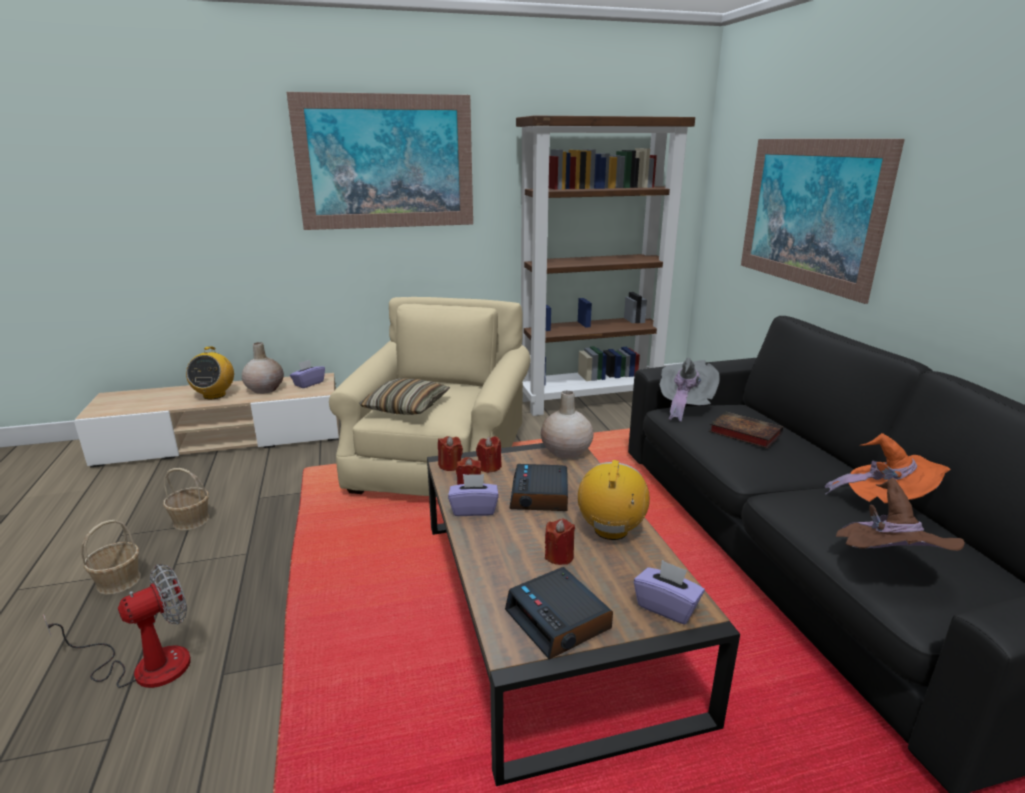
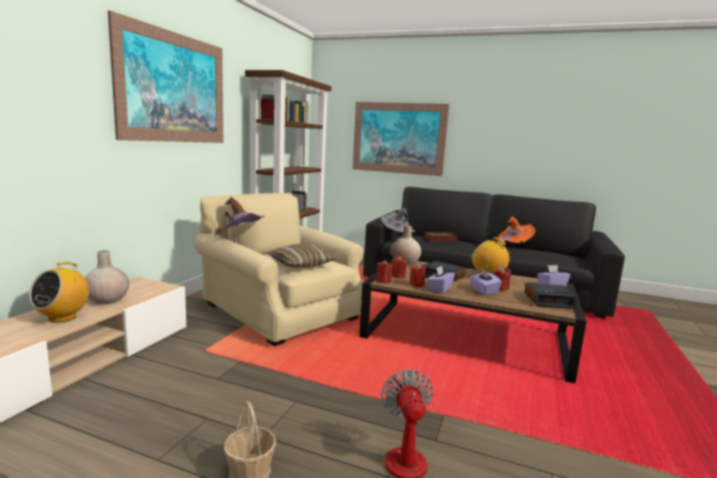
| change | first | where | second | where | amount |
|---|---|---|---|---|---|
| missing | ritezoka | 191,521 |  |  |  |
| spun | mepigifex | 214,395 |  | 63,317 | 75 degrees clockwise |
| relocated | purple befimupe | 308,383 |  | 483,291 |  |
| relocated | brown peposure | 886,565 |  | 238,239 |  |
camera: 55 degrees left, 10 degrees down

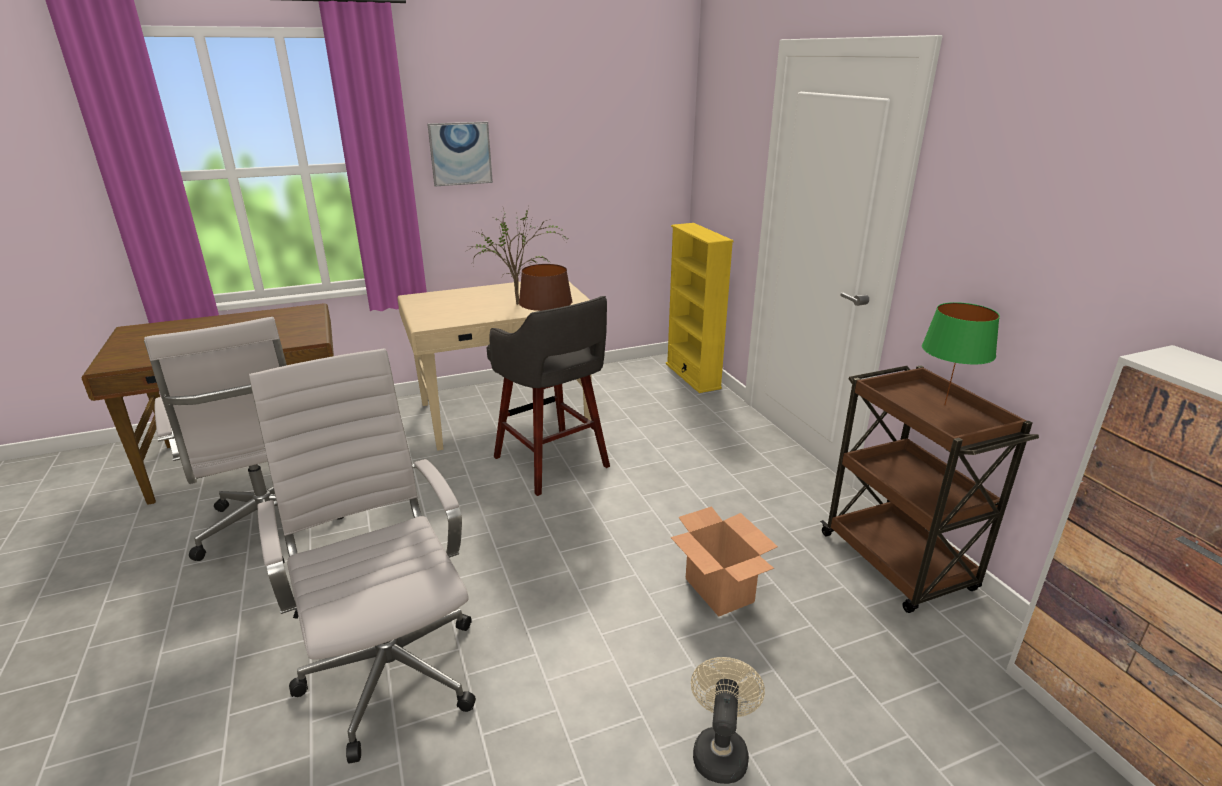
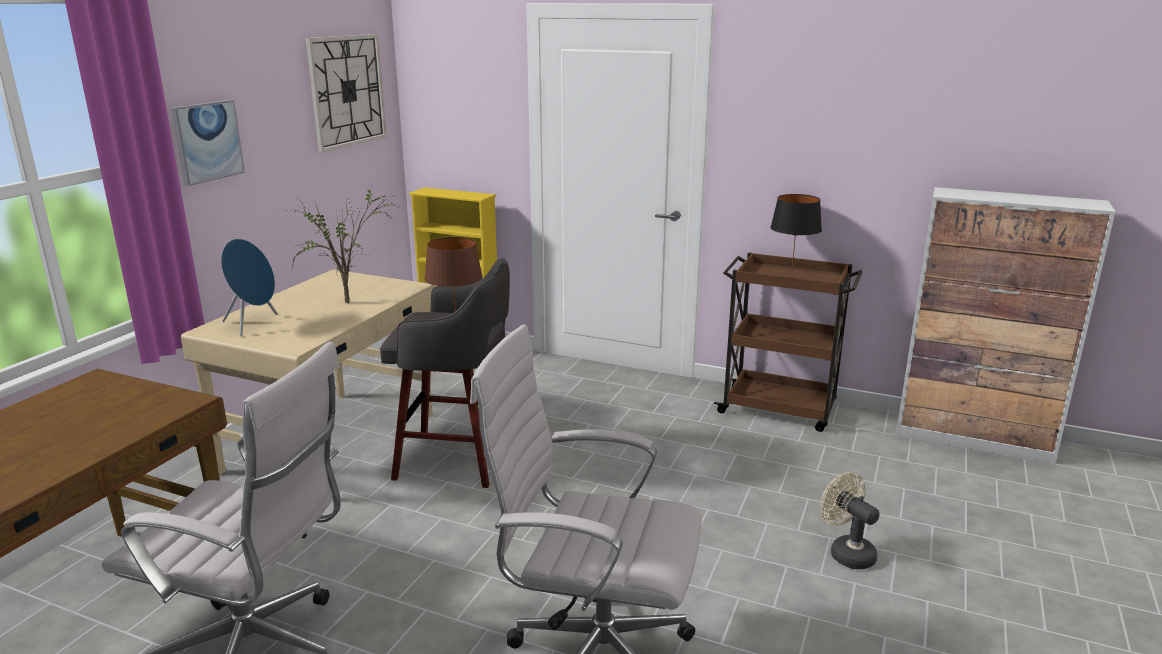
| change | first | where | second | where | amount |
|---|---|---|---|---|---|
| missing | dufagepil | 720,590 |  |  |  |
| colour | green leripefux | 945,405 | black leripefux | 792,272 |  |
| appeared |  |  | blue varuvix | 253,324 |  |
| appeared |  |  | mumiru | 347,91 |  |
camera: 45 degrees left, 5 degrees down

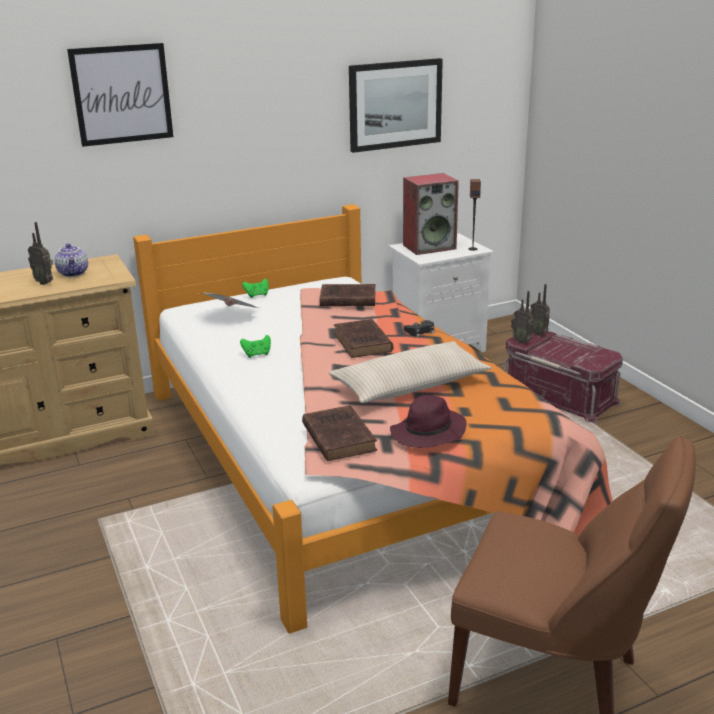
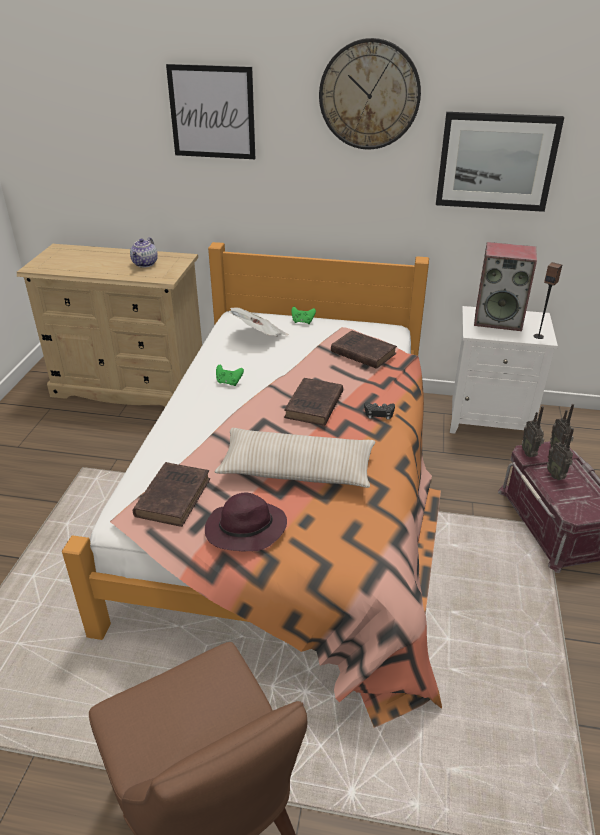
| change | first | where | second | where | amount |
|---|---|---|---|---|---|
| relocated | mepigifex | 45,282 |  | 556,475 |  |
| appeared |  |  | mumiru | 369,95 |  |
camera: 35 degrees right, 10 degrees up

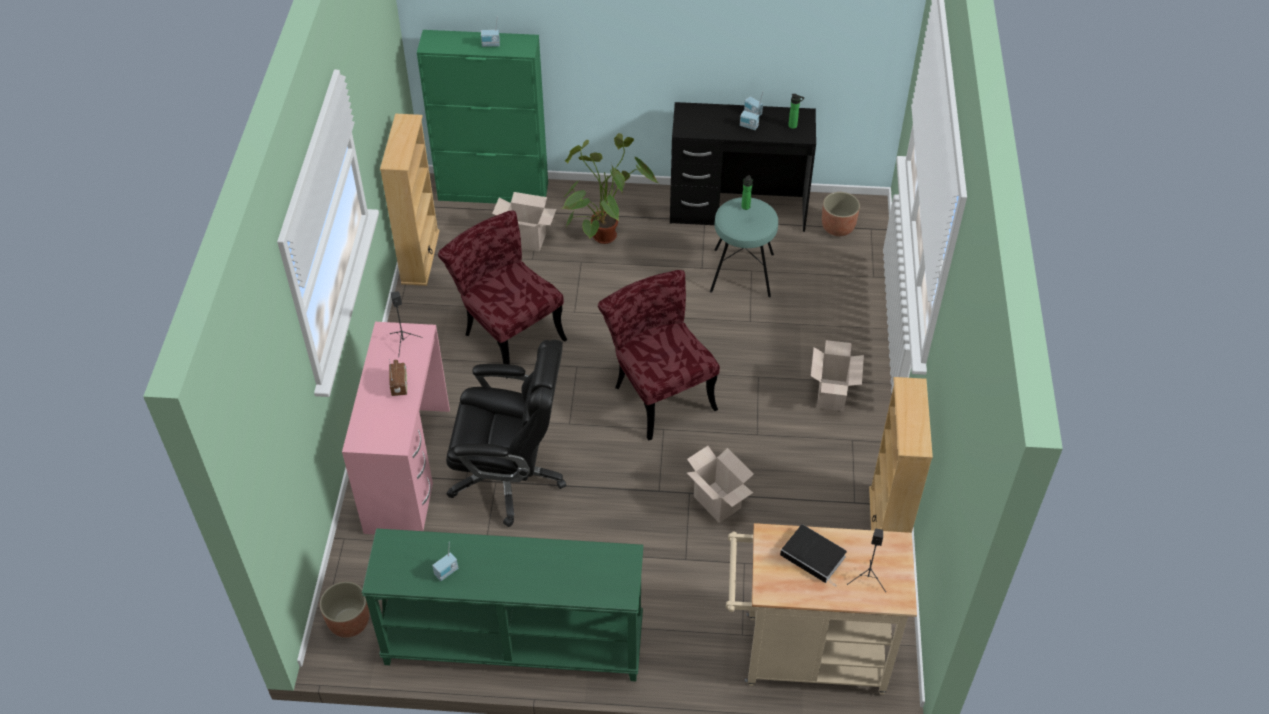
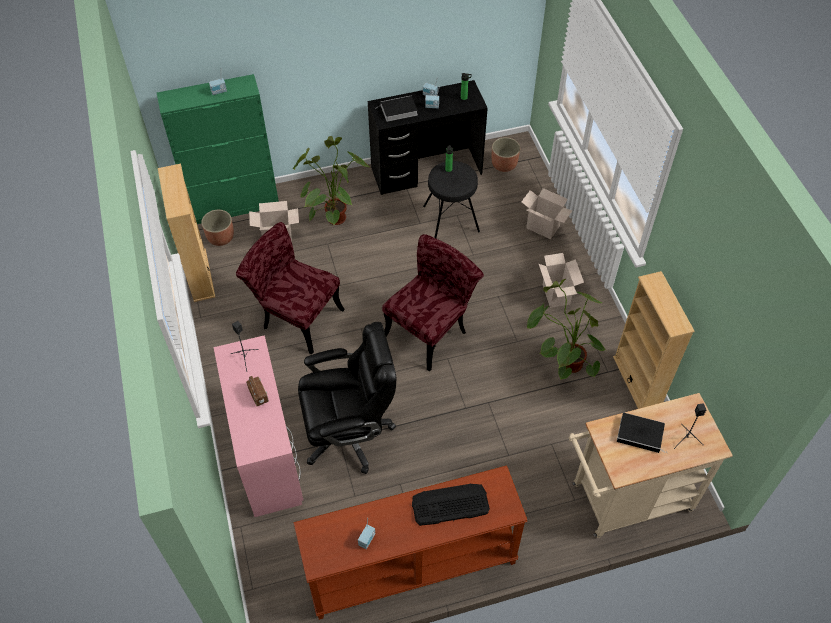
| change | first | where | second | where | amount |
|---|---|---|---|---|---|
| relocated | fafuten | 349,621 |  | 220,237 |  |
| colour | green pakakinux | 513,644 | brown pakakinux | 411,567 |  |
| spun | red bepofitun | 658,391 |  | 431,329 | 90 degrees clockwise |
| relocated | dufagepil | 719,502 |  | 544,227 |  |
| colour | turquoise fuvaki | 742,272 | black fuvaki | 451,218 |  |
| appeared |  |  | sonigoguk | 398,111 |  |
| appeared |  |  | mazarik | 450,505 |  |
| appeared |  |  | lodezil | 563,358 |  |
camera: 20 degrees left, 5 degrees up

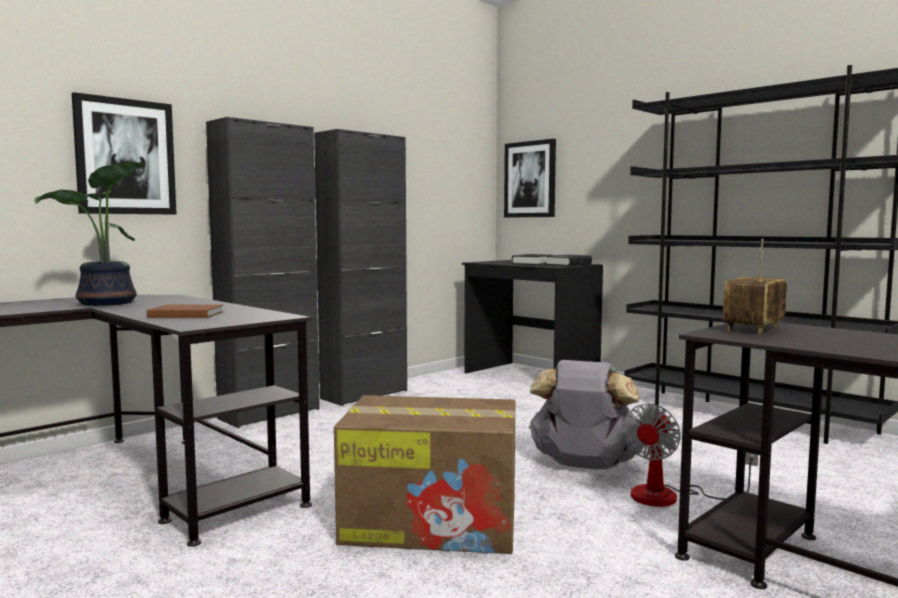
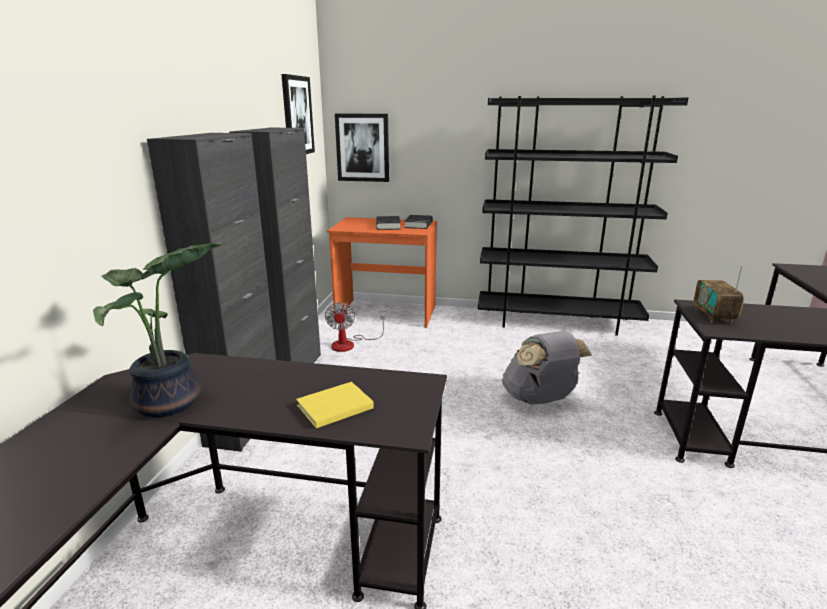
| change | first | where | second | where | amount |
|---|---|---|---|---|---|
| relocated | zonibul | 125,157 |  | 297,116 |  |
| colour | brown sonigoguk | 185,314 | yellow sonigoguk | 332,407 |  |
| missing | dufagepil | 433,523 |  |  |  |
| colour | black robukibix | 529,376 | orange robukibix | 386,313 |  |
| relocated | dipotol | 670,496 |  | 350,344 |  |
camera: 35 degrees left, 15 degrees up

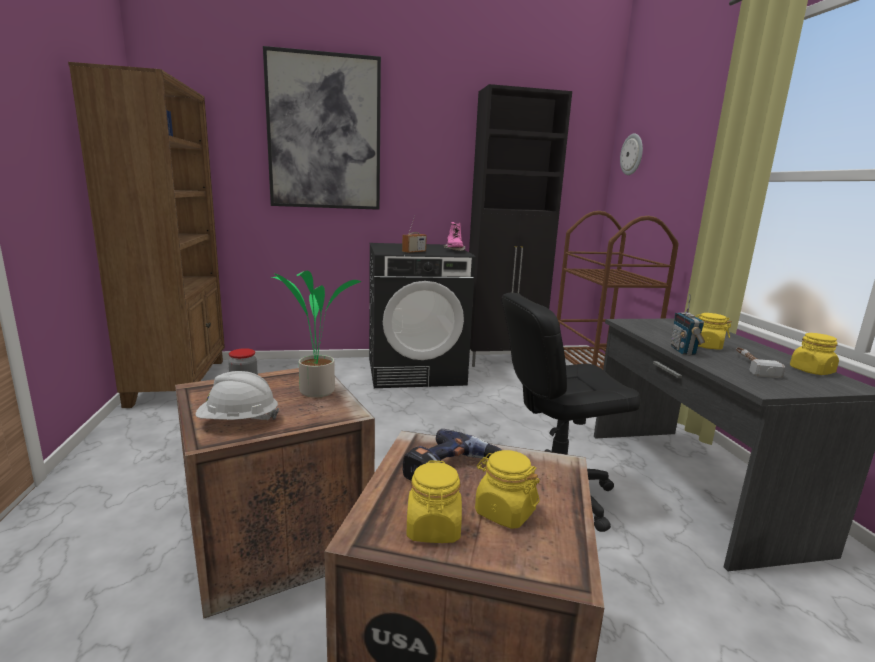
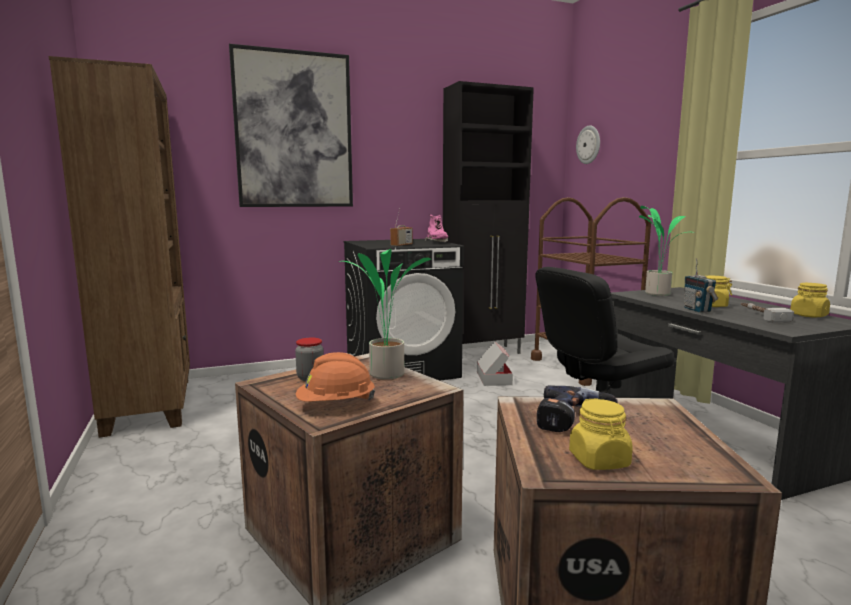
| change | first | where | second | where | amount |
|---|---|---|---|---|---|
| colour | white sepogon | 238,421 | orange sepogon | 336,405 |  |
| missing | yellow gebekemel | 504,512 |  |  |  |
| appeared |  |  | dufagepil | 493,378 |  |
| appeared |  |  | lodezil | 657,293 |  |
camera: 10 degrees left, 5 degrees down

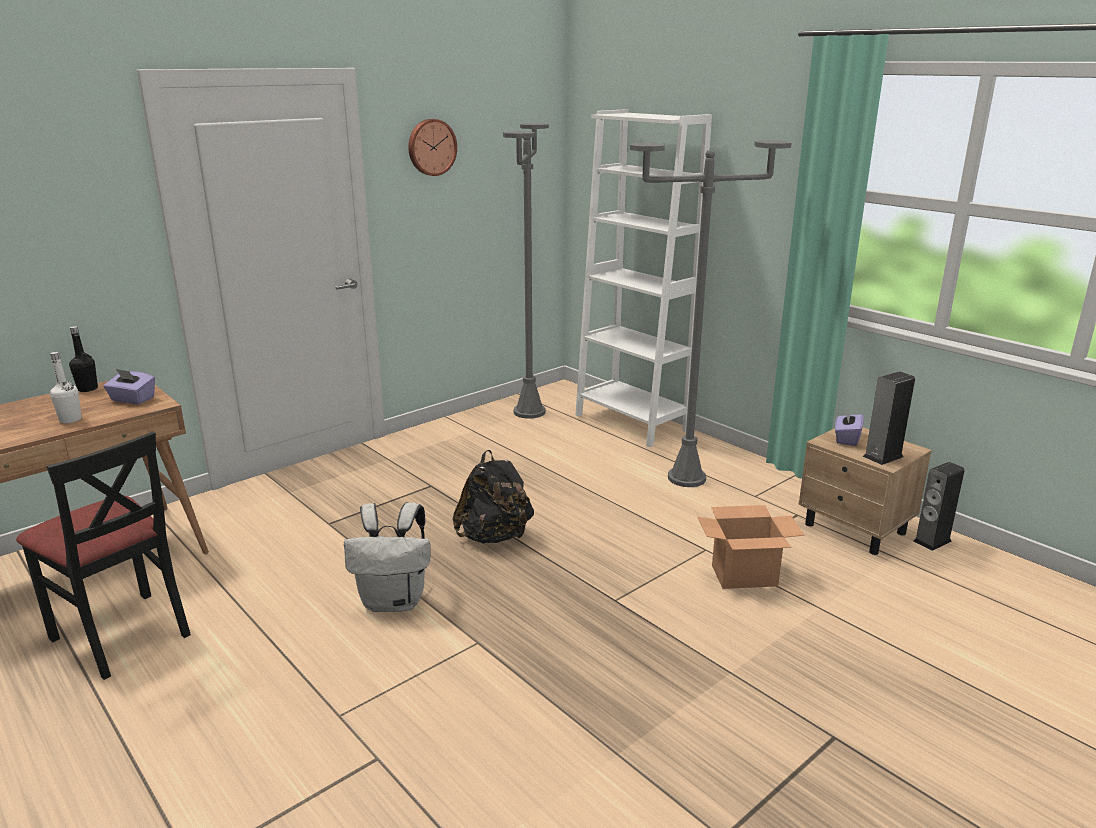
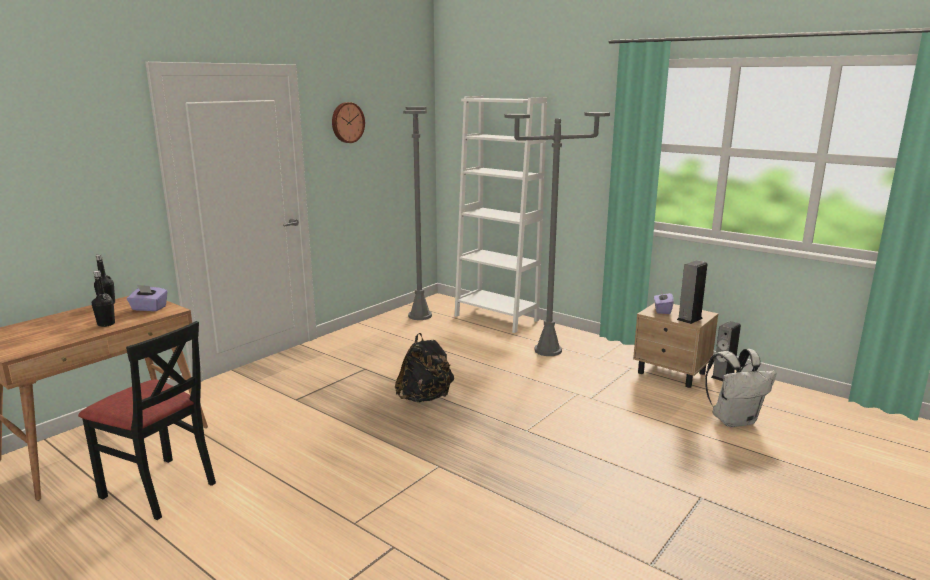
| change | first | where | second | where | amount |
|---|---|---|---|---|---|
| colour | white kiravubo | 70,420 | black kiravubo | 106,324 |  |
| relocated | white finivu | 395,601 |  | 734,420 |  |
| missing | dufagepil | 745,575 |  |  |  |
camera: 10 degrees left, 5 degrees down

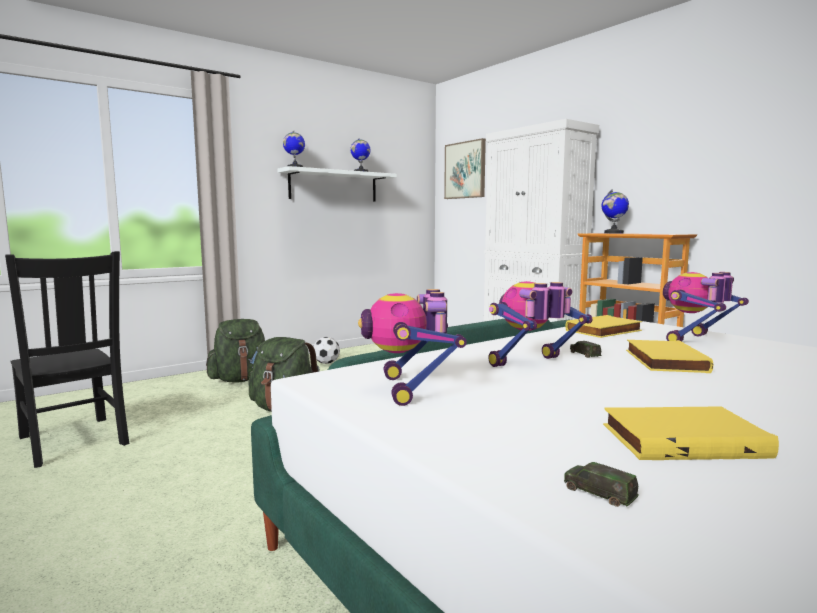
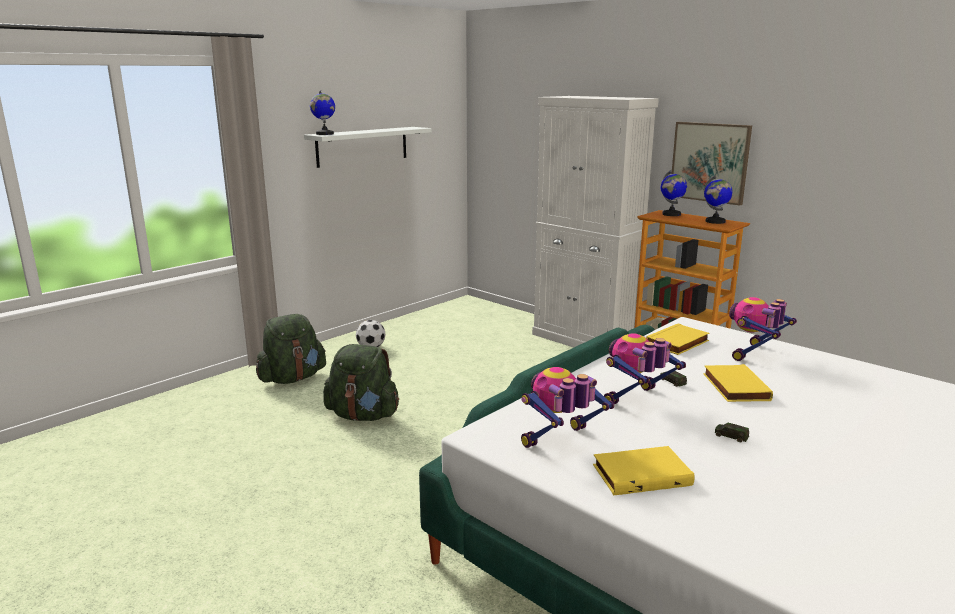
| change | first | where | second | where | amount |
|---|---|---|---|---|---|
| missing | black bepofitun | 74,442 |  |  |  |
| relocated | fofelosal | 360,172 |  | 715,221 |  |
| spun | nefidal | 410,389 |  | 560,441 | 75 degrees clockwise |
| relocated | zonibul | 465,170 |  | 710,162 |  |
| relocated | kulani | 599,493 |  | 731,436 |  |
| relocated | yellow sonigoguk | 682,439 |  | 641,474 |  |
camera: 10 degrees left, 10 degrees up

